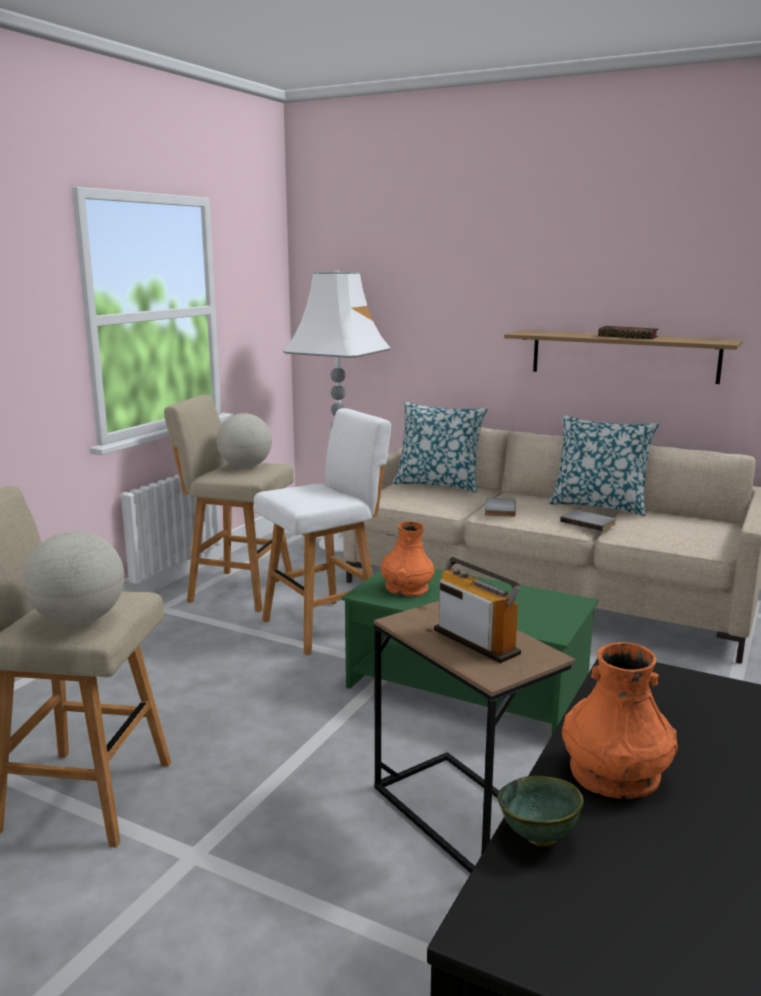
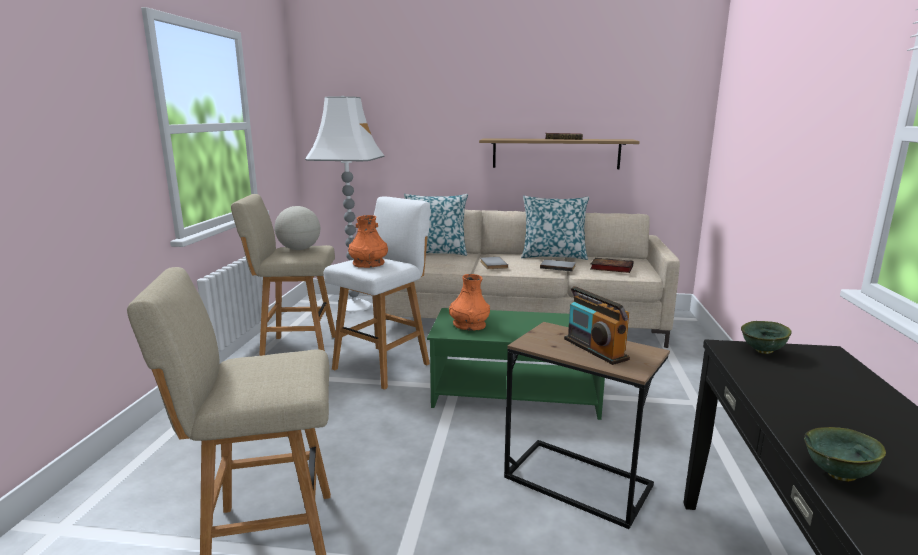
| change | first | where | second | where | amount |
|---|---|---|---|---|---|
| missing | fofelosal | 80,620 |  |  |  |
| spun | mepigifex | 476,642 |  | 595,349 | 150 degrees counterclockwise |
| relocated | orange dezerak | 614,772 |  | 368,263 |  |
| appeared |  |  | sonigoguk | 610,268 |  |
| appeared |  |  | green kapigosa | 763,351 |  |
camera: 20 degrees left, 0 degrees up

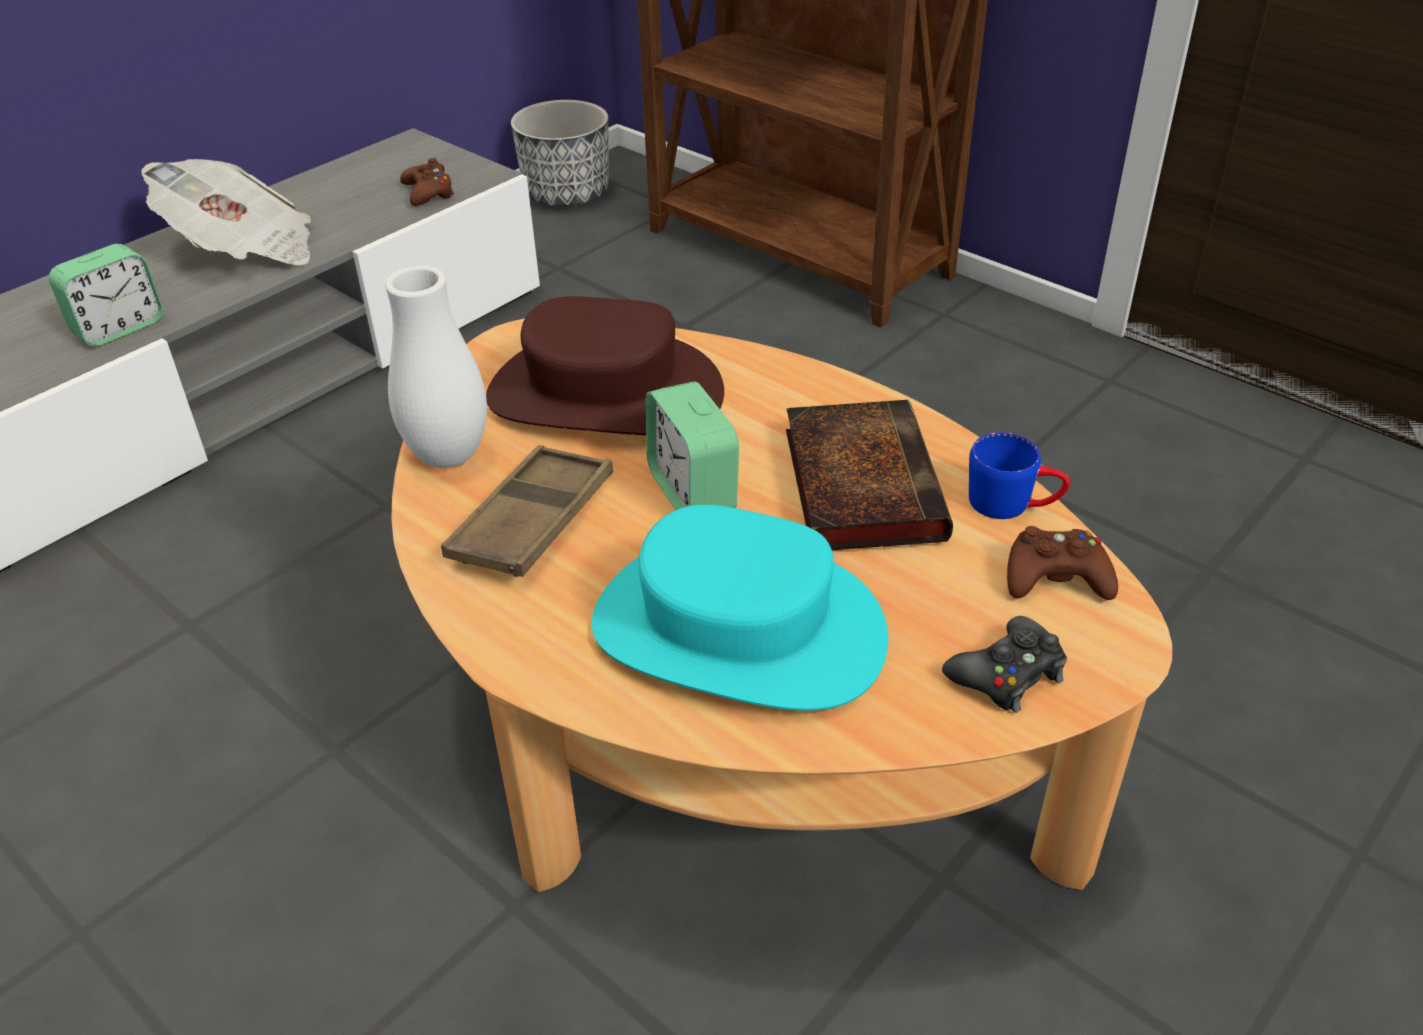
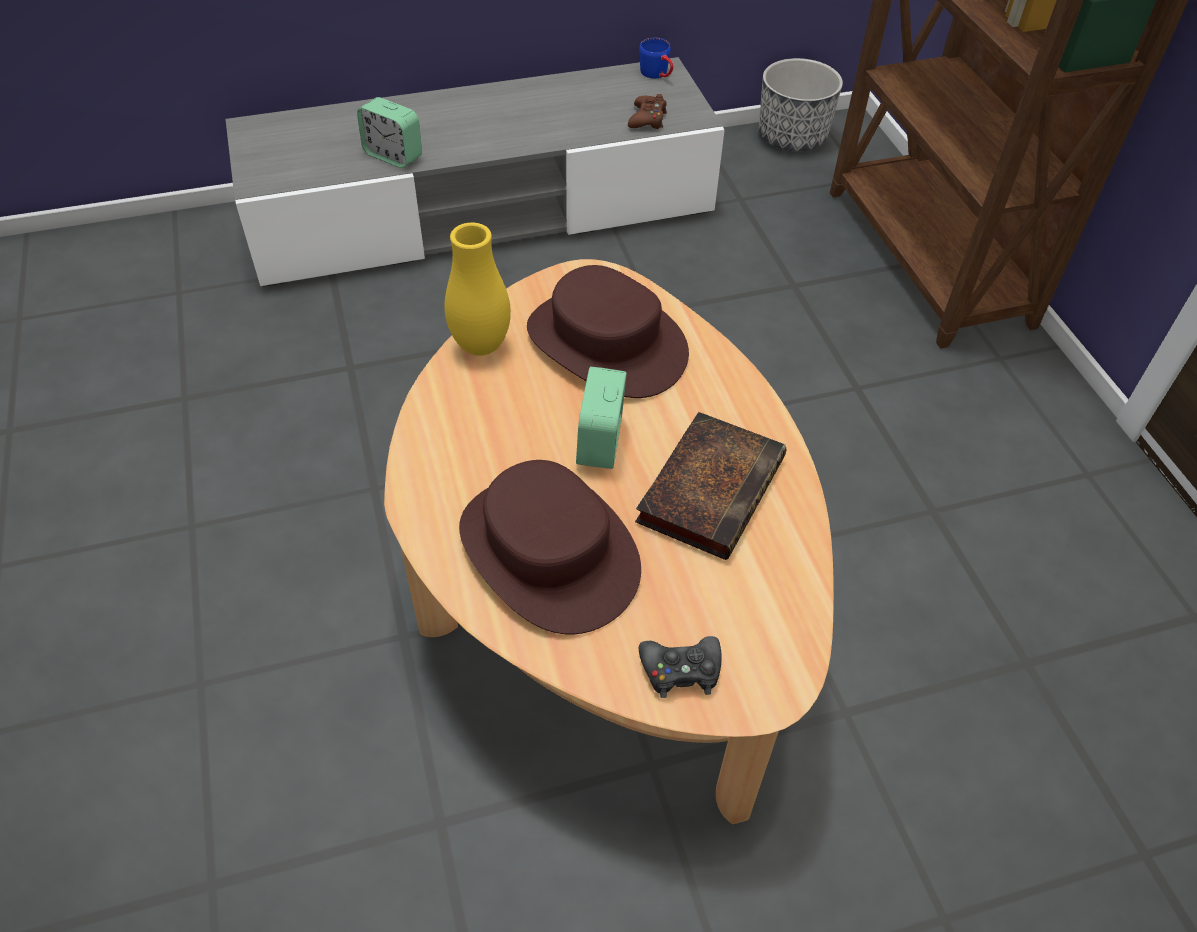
| change | first | where | second | where | amount |
|---|---|---|---|---|---|
| spun | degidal | 119,328 |  | 393,155 | 45 degrees clockwise |
| missing | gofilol | 244,250 |  |  |  |
| colour | white dezerak | 448,456 | yellow dezerak | 481,345 |  |
| missing | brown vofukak | 533,521 |  |  |  |
| colour | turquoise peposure | 737,631 | brown peposure | 547,551 |  |
| relocated | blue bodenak | 1013,504 |  | 658,74 |  |
| missing | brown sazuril | 1056,577 |  |  |  |
camera: 30 degrees right, 10 degrees up

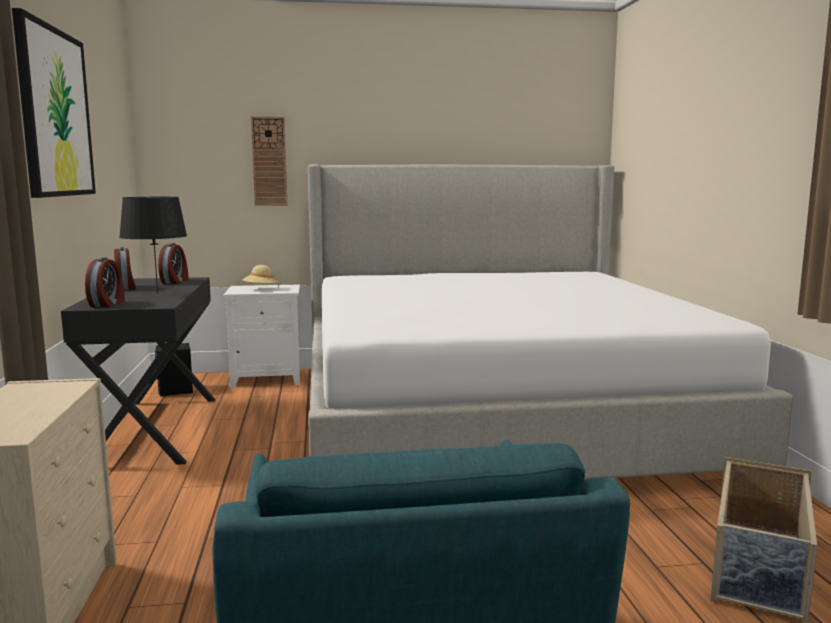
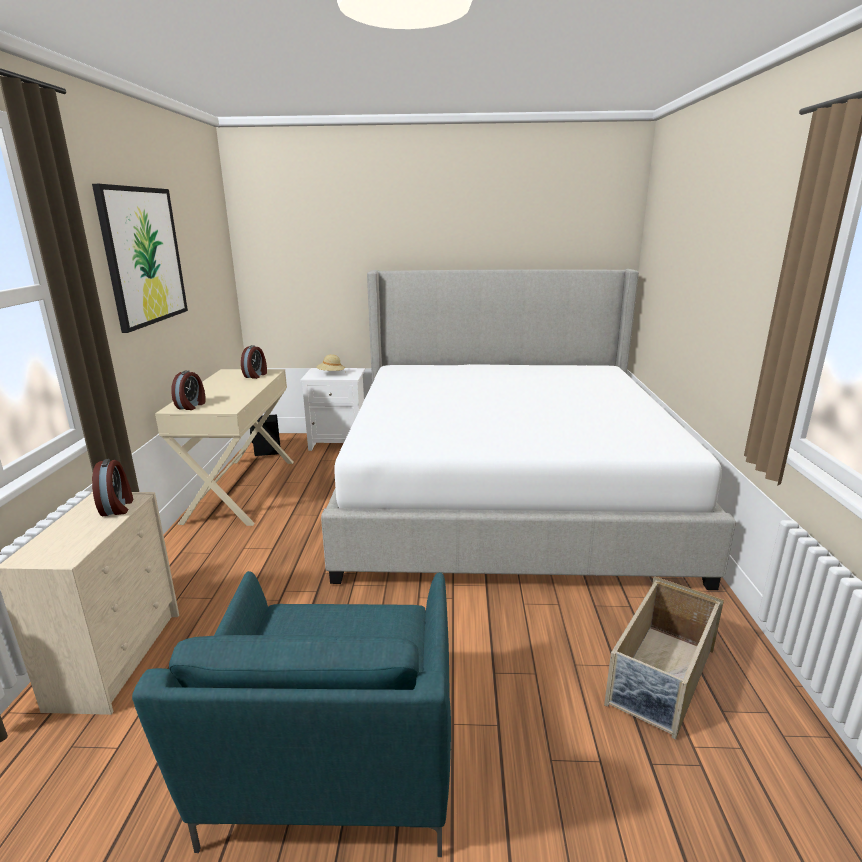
| change | first | where | second | where | amount |
|---|---|---|---|---|---|
| colour | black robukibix | 154,430 | beige robukibix | 241,490 |  |
| relocated | degidal | 126,288 |  | 118,507 |  |
| missing | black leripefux | 157,293 |  |  |  |
| missing | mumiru | 269,161 |  |  |  |
camera: 10 degrees right, 10 degrees up

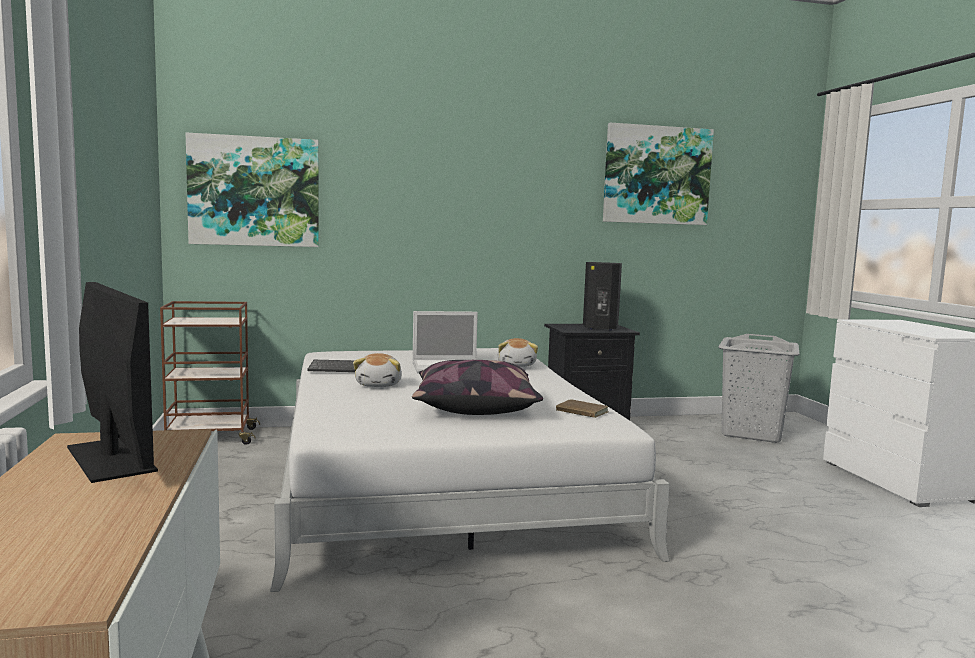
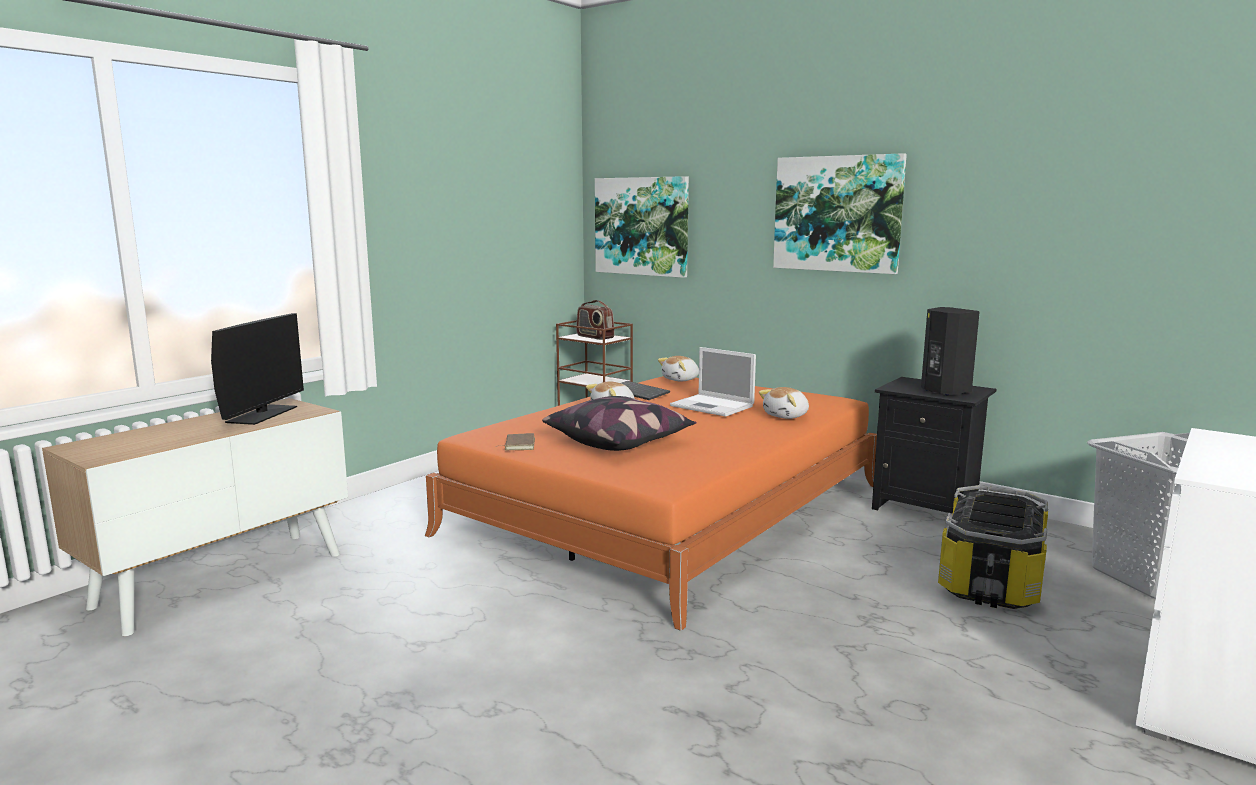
| change | first | where | second | where | amount |
|---|---|---|---|---|---|
| colour | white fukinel | 439,480 | orange fukinel | 669,509 |  |
| relocated | brown sonigoguk | 581,412 |  | 518,444 |  |
| relocated | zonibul | 656,175 |  | 837,214 |  |
| appeared |  |  | mepigifex | 594,337 |  |
| appeared |  |  | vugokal | 681,379 |  |
| appeared |  |  | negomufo | 989,579 |  |
camera: 50 degrees right, 5 degrees up

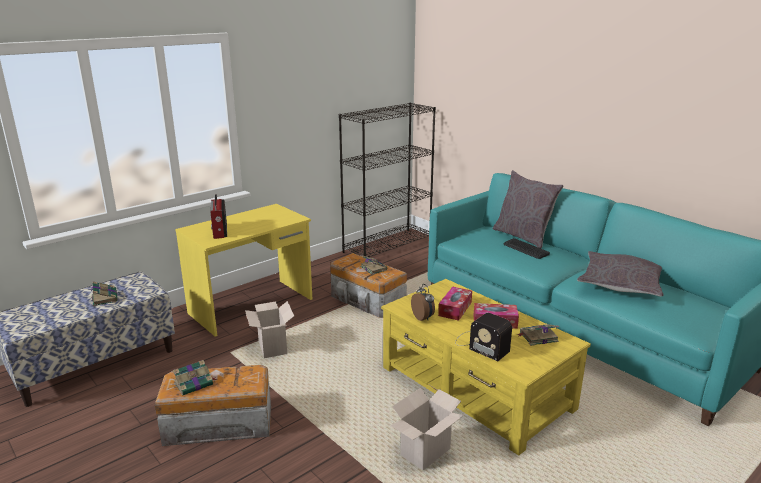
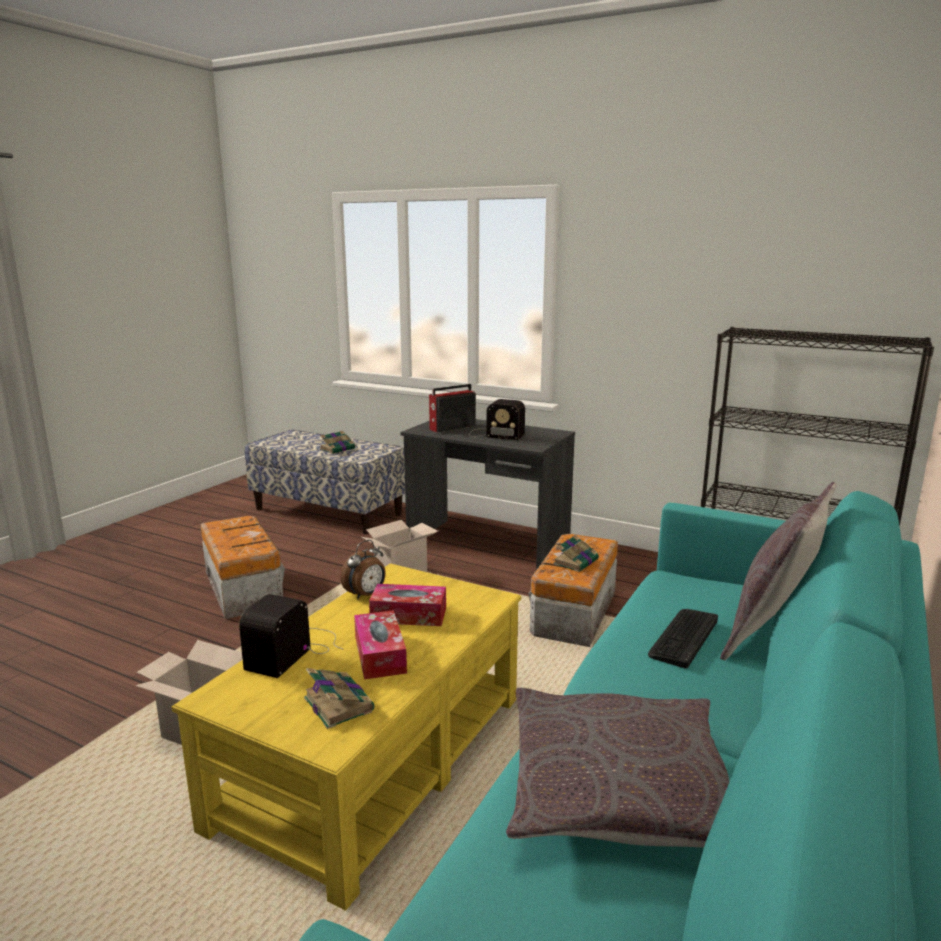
| change | first | where | second | where | amount |
|---|---|---|---|---|---|
| missing | sonigoguk | 194,384 |  |  |  |
| colour | yellow robukibix | 252,306 | grey robukibix | 487,546 |  |
| appeared |  |  | mepigifex | 494,434 |  |
camera: 70 degrees right, 5 degrees down

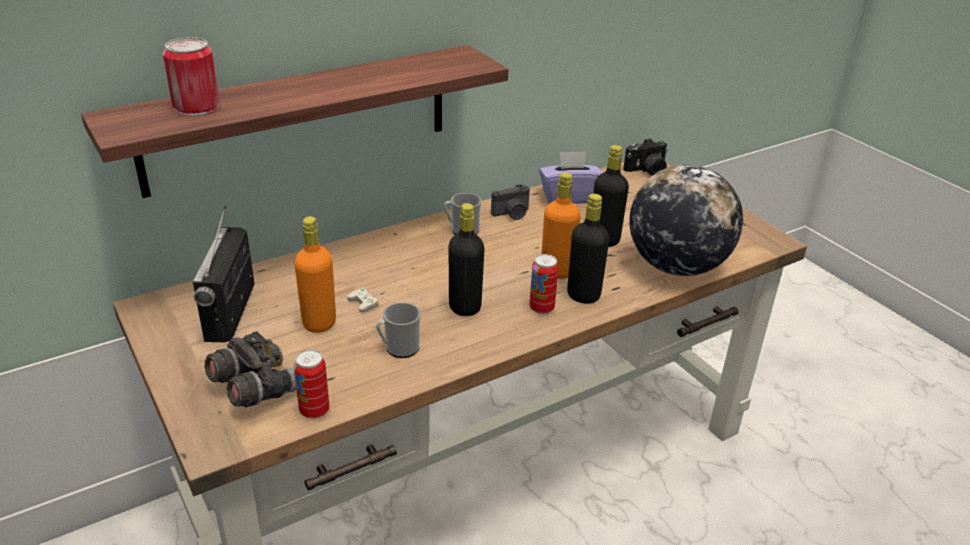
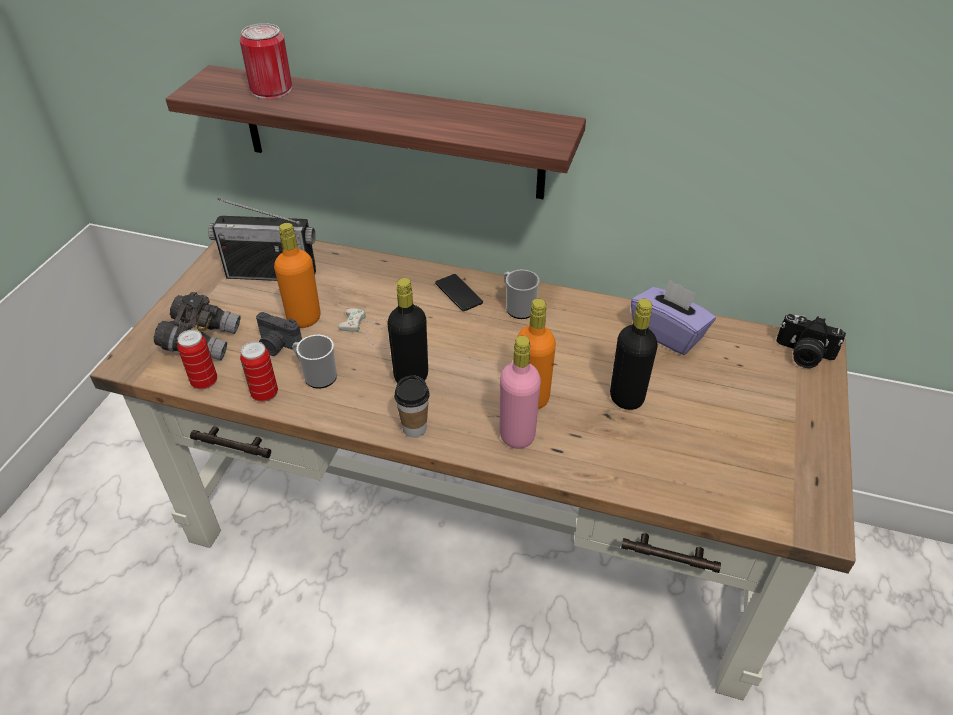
| change | first | where | second | where | amount |
|---|---|---|---|---|---|
| spun | mepigifex | 230,312 |  | 272,273 | 135 degrees counterclockwise |
| relocated | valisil | 512,214 |  | 278,346 |  |
| relocated | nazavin | 541,308 |  | 265,394 |  |
| colour | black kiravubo | 583,295 | pink kiravubo | 517,435 |  |
| missing | fofelosal | 676,266 |  |  |  |
| appeared |  |  | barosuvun | 414,428 |  |
| appeared |  |  | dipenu | 458,293 |  |
camera: 50 degrees right, 10 degrees up

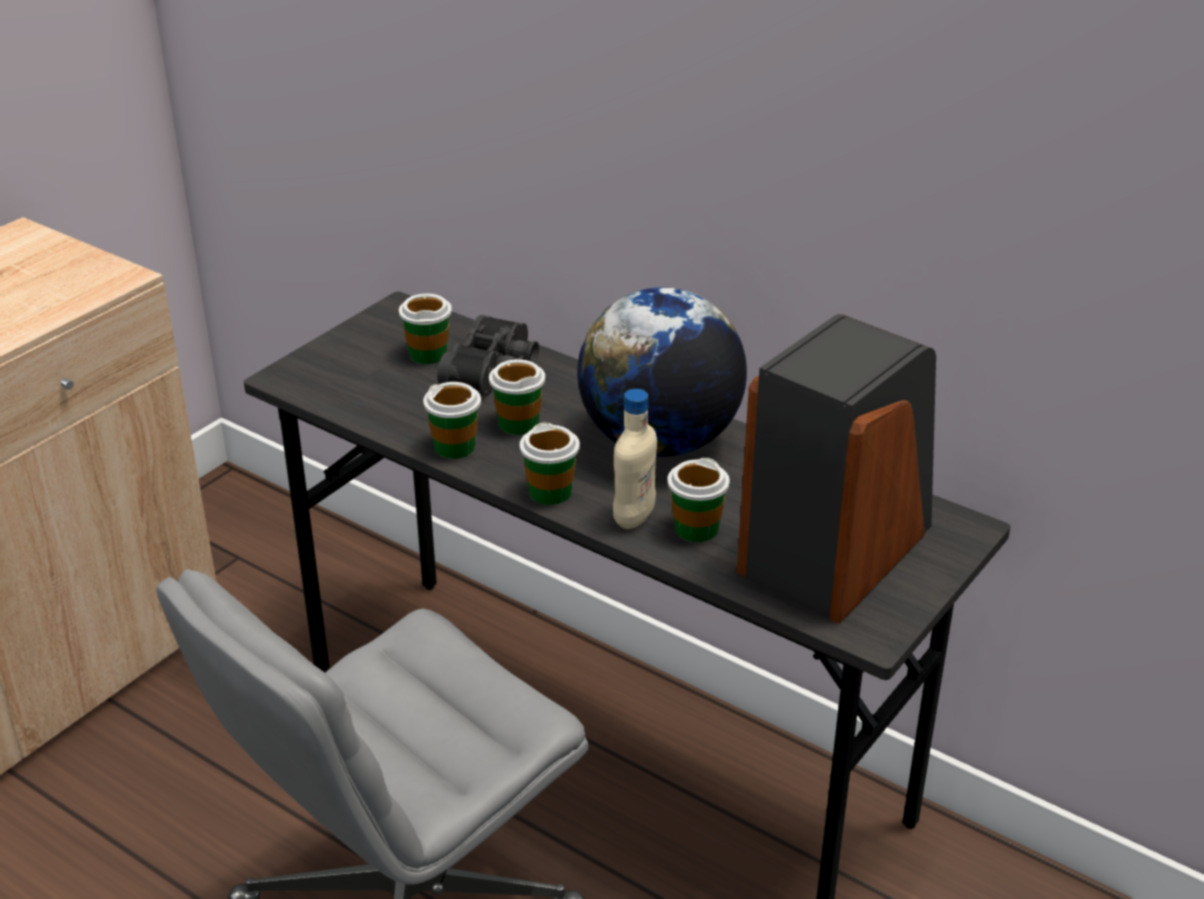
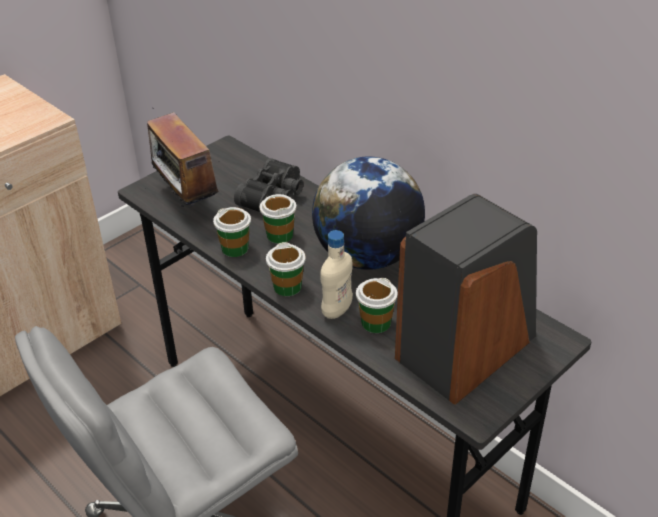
| change | first | where | second | where | amount |
|---|---|---|---|---|---|
| missing | barosuvun | 428,354 |  |  |  |
| appeared |  |  | mepigifex | 186,201 |  |
camera: 10 degrees right, 5 degrees up

